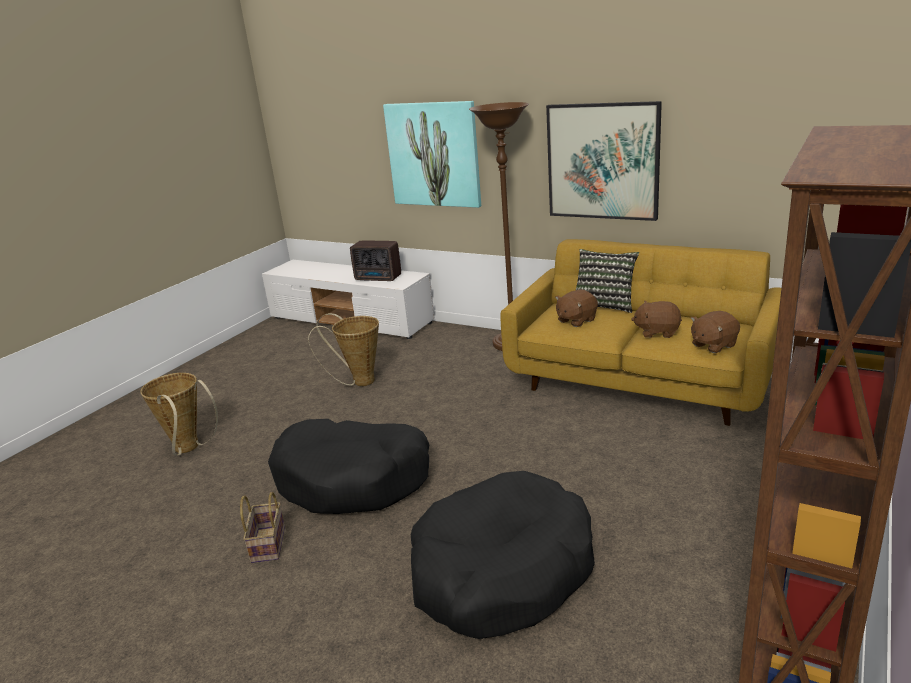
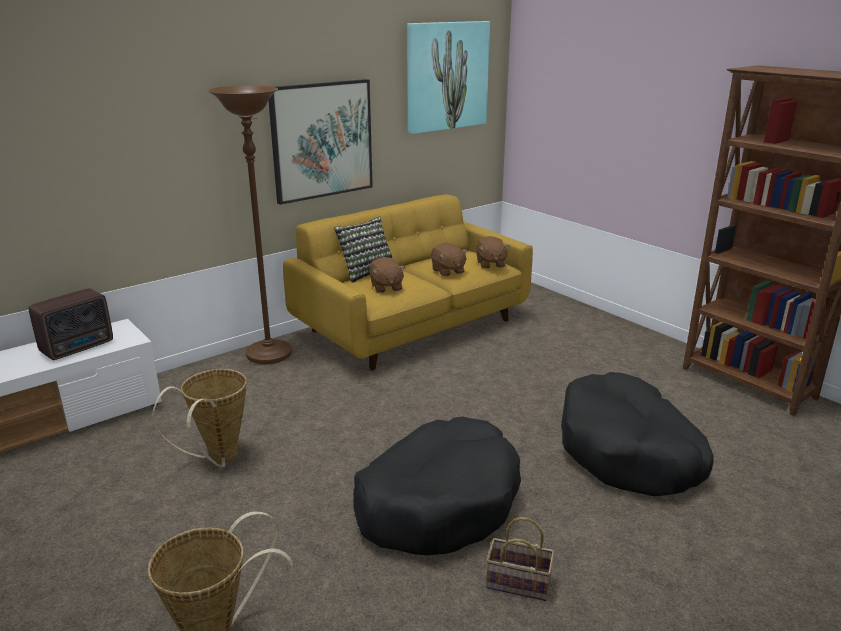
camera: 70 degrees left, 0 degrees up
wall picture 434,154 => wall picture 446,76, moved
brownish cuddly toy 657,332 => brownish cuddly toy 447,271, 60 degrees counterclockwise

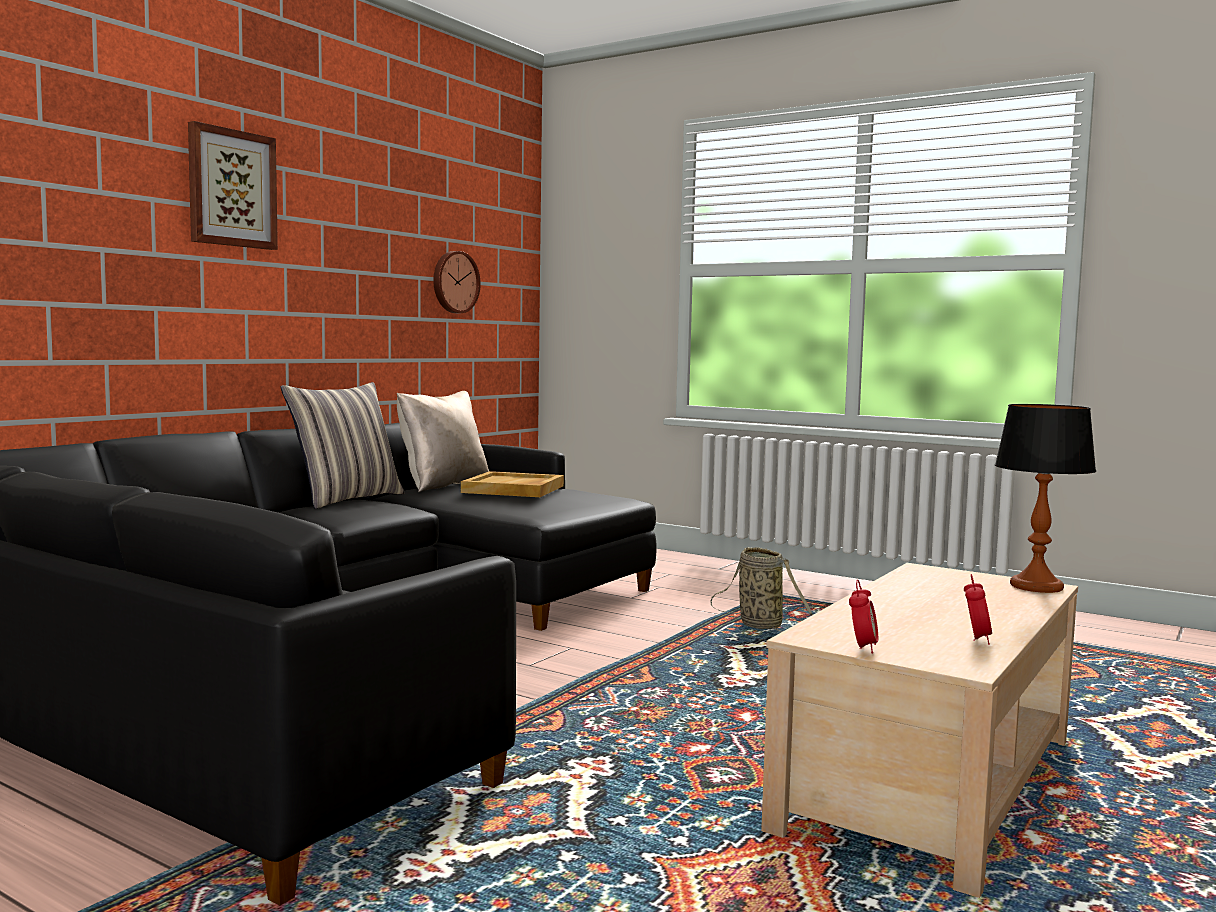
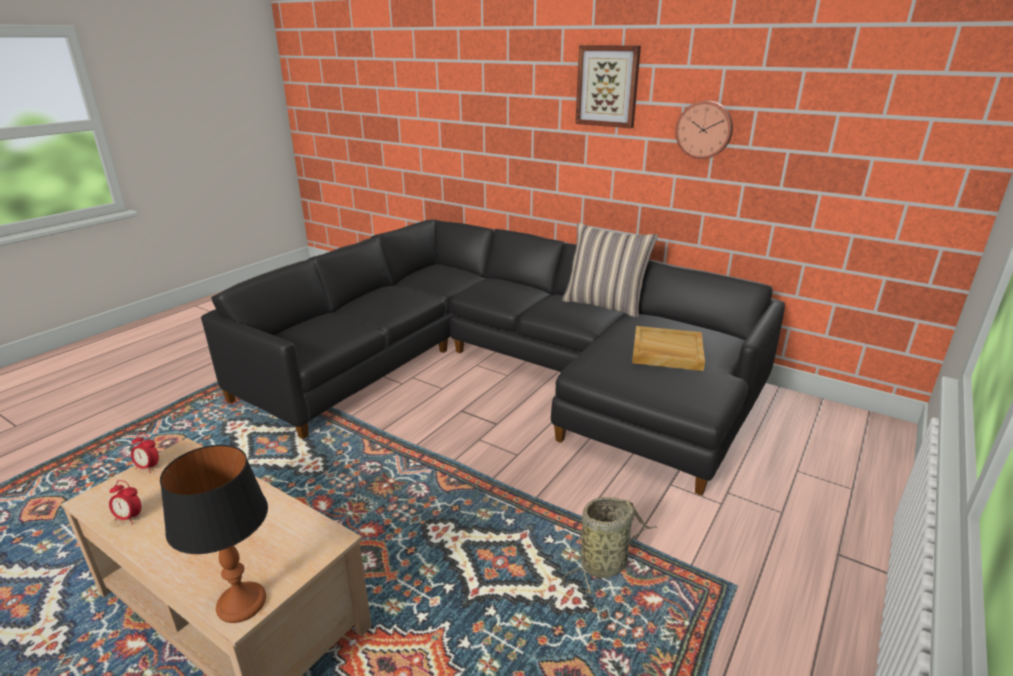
camera: 90 degrees right, 20 degrees up
beige-coloured pillow 442,485 => nothing
hanging clock 454,282 => hanging clock 704,129, moved

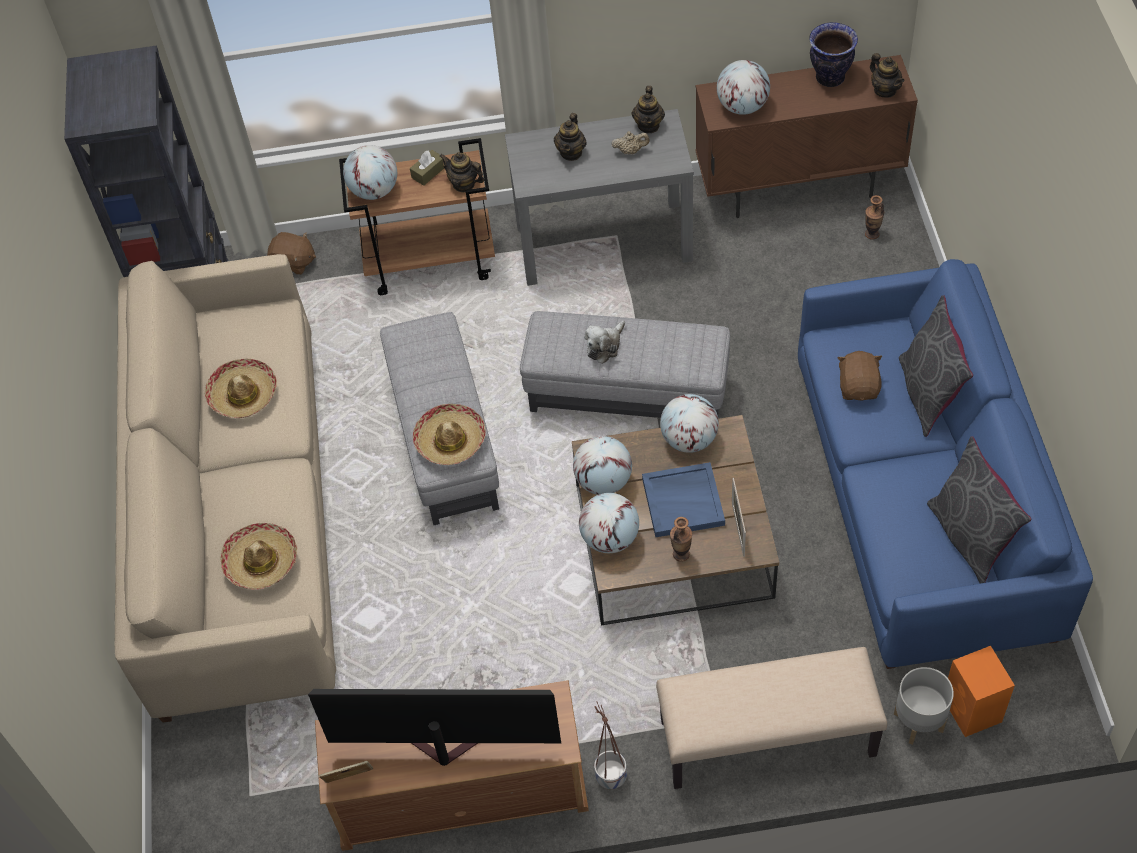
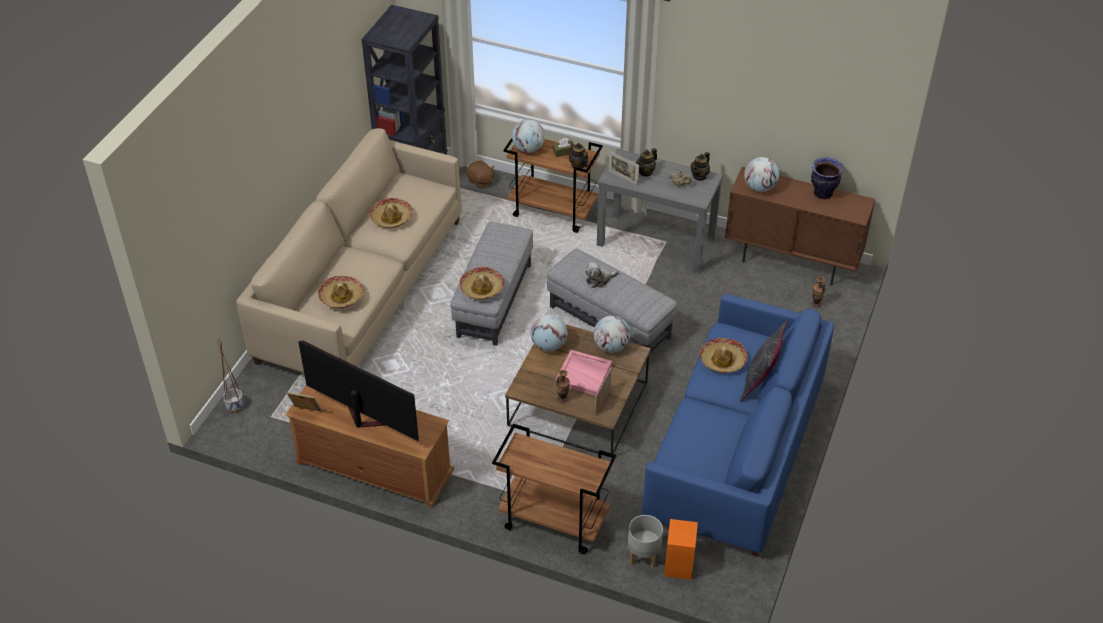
camera: 25 degrees right, 10 degrees down
globe 610,538 => nothing
planter 610,777 => planter 234,406, moved
bluish carrying tray 683,501 => pink carrying tray 584,374
beige-coloured long seat 767,739 => brownish cart 553,522
brownish cuddly toy 859,387 => hat 723,360
tea pot 885,90 => nothing
greyish pillow 970,537 => nothing
nothing => photo frame 623,178

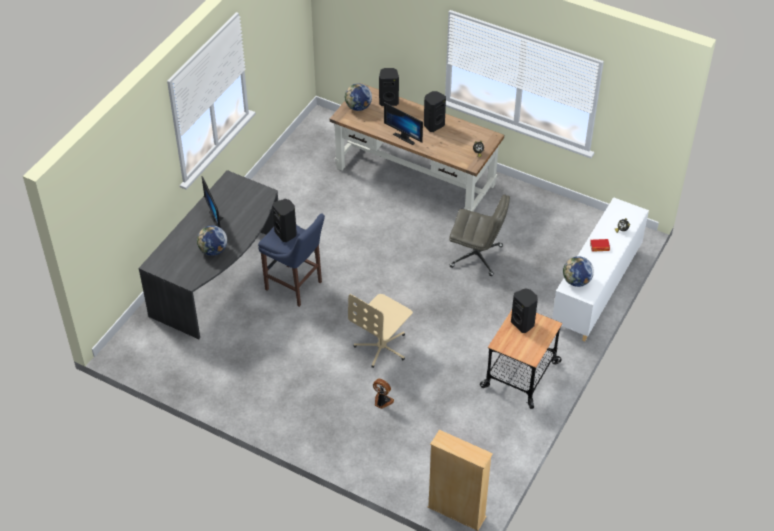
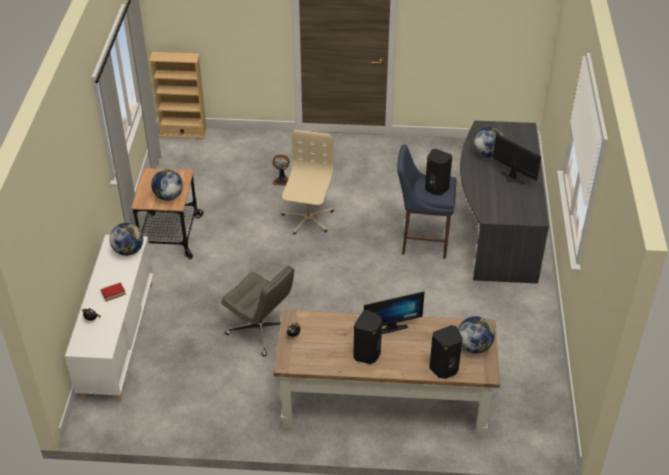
camera: 155 degrees right, 5 degrees down
computer display 405,137 => computer display 390,327, 150 degrees clockwise
greyish computer chair 477,256 => greyish computer chair 261,331, 135 degrees counterclockwise
black-coloured speaker 523,323 => globe 168,196

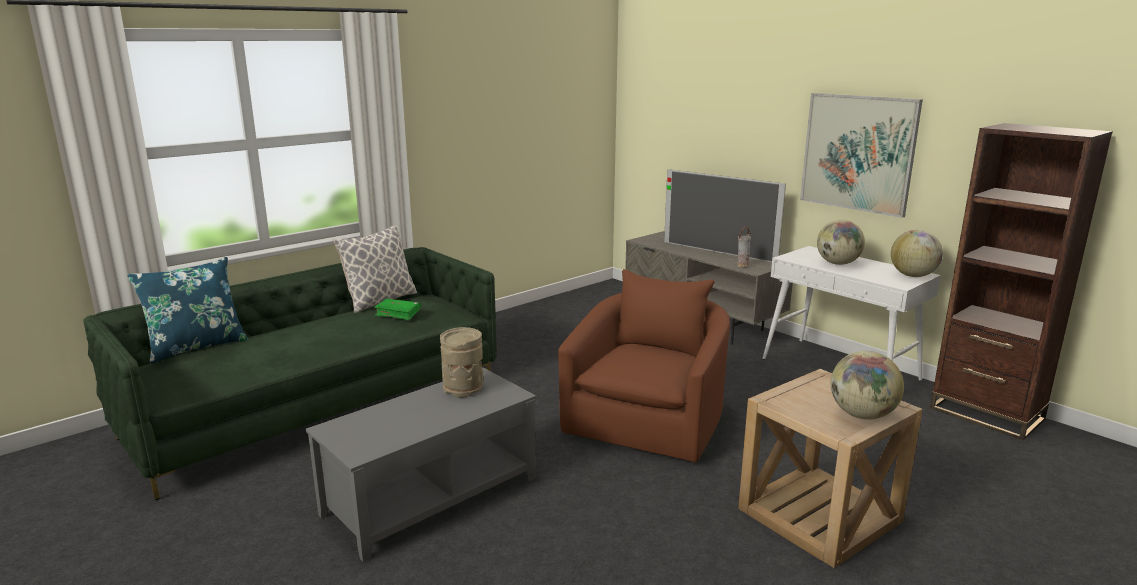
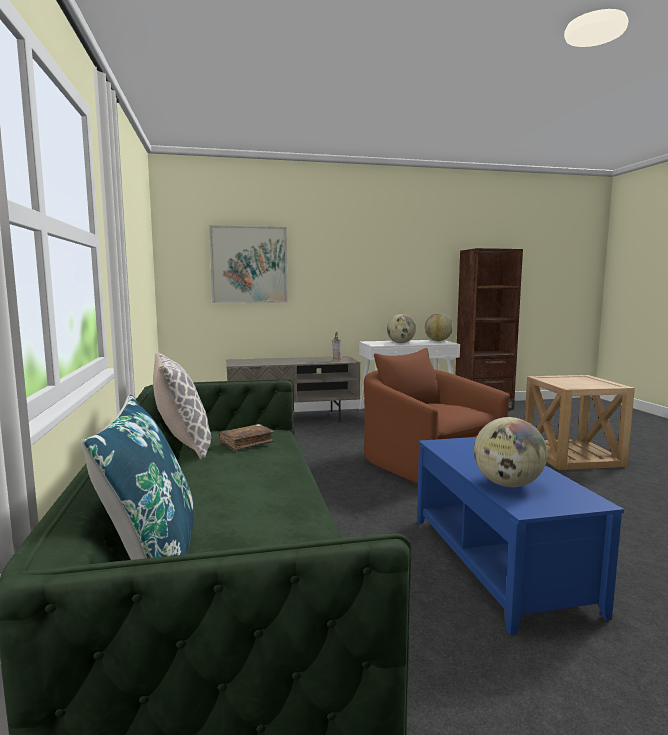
camera: 60 degrees left, 10 degrees down
greyish coffee table 431,496 => bluish coffee table 497,562
greenish book 398,314 => brownish book 246,443
beige-coloured decorative vase 464,388 => nothing
TV set 718,252 => nothing
wall picture 858,153 => wall picture 249,264, moved
globe 861,415 => globe 507,484, moved

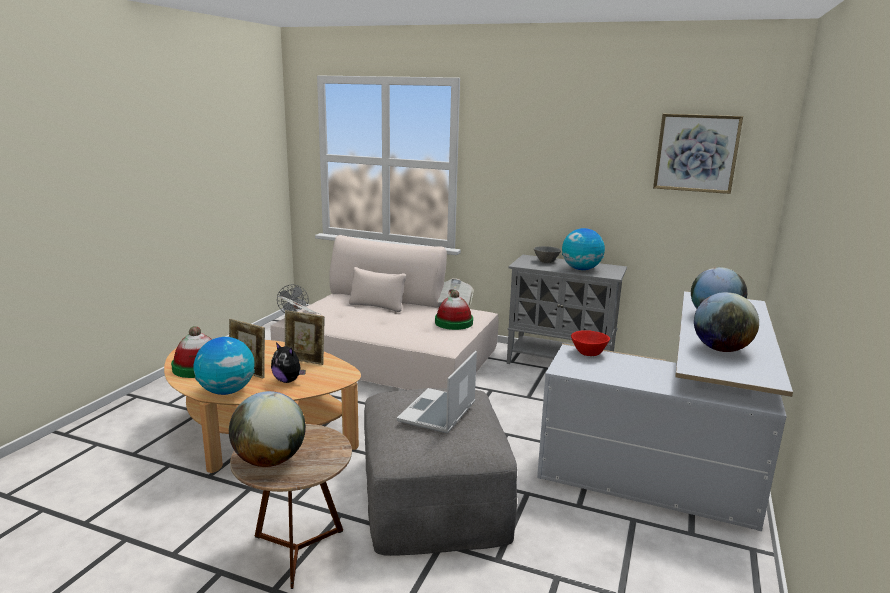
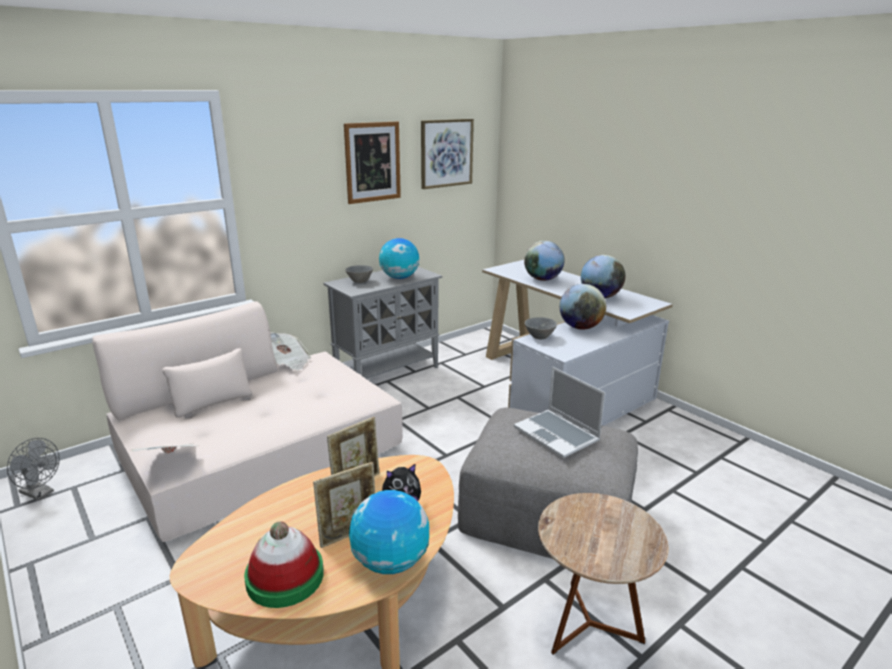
camera: 60 degrees left, 5 degrees up
globe 270,460 => globe 580,327, moved
hat 453,322 => nothing
reddish bowl 588,352 => greyish bowl 539,336
nothing => wall picture 372,162

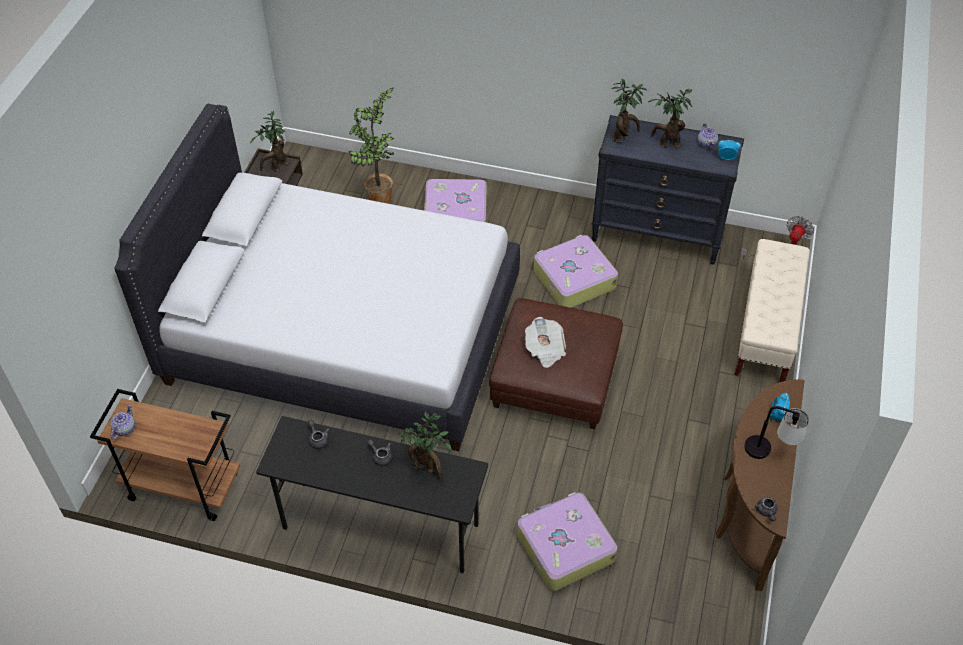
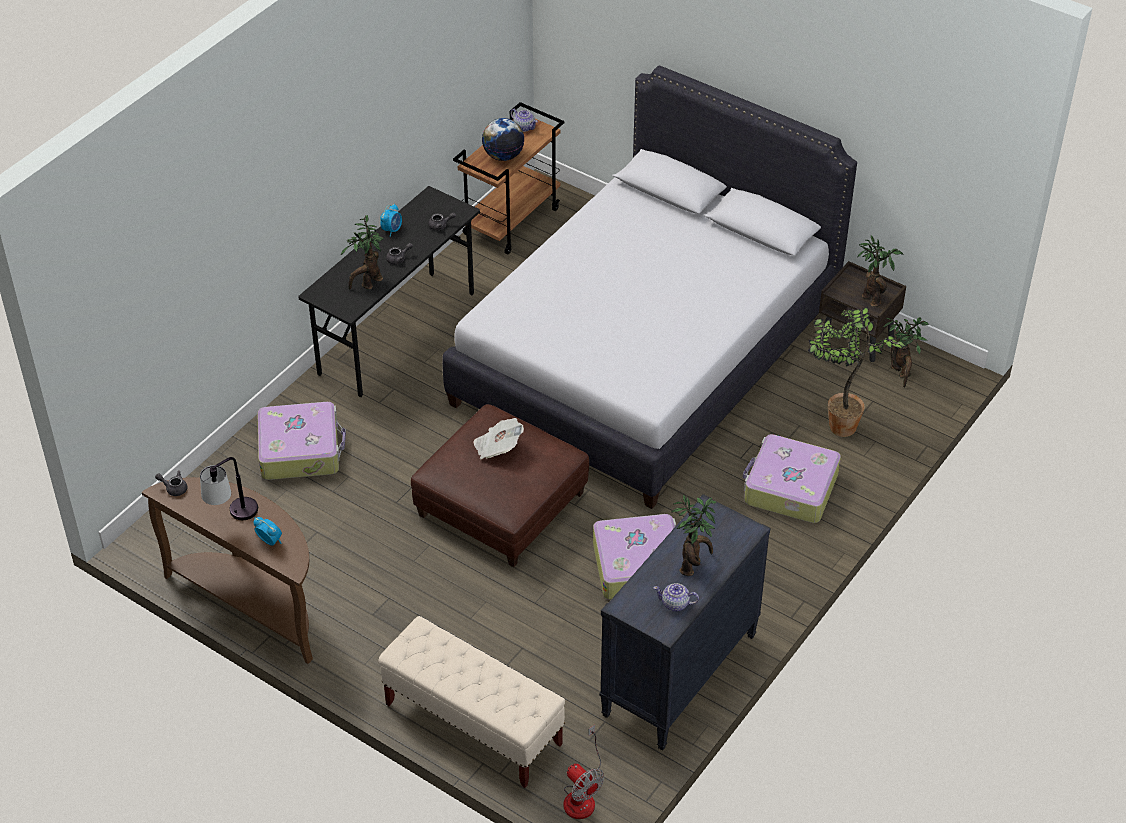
camera: 110 degrees right, 5 degrees down
plant in a pot 623,136 => plant in a pot 900,373, moved
table clock 726,158 => table clock 392,230, moved
nothing => globe 503,156

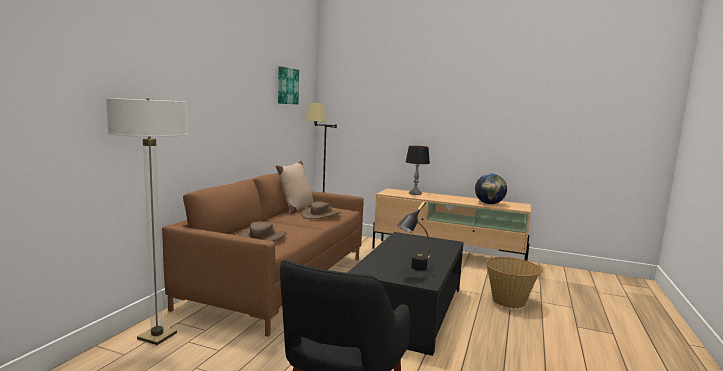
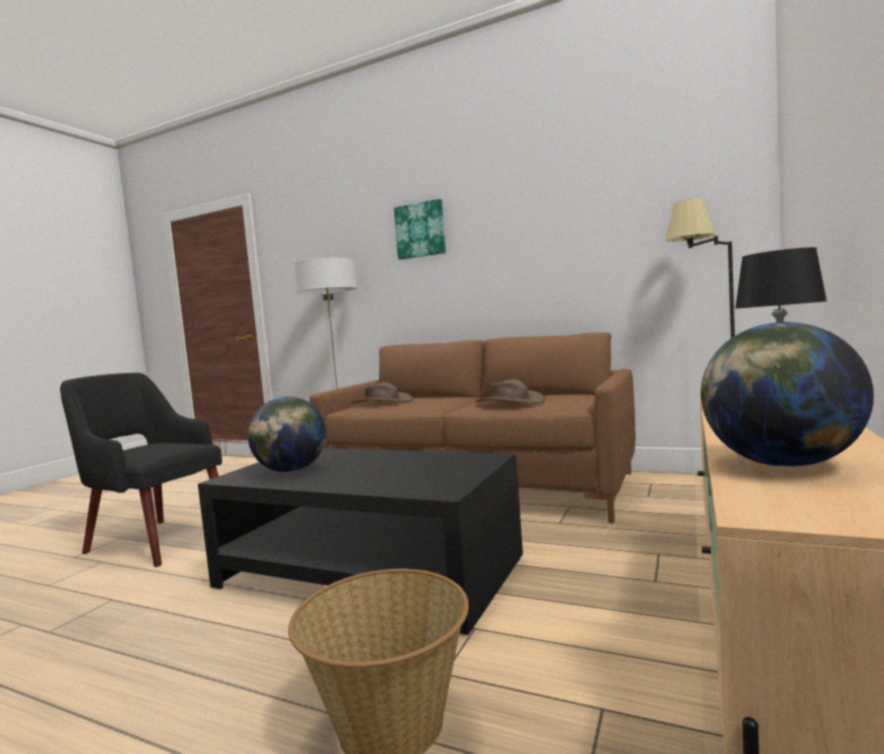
camera: 95 degrees right, 5 degrees down
beige-coloured pillow 296,209 => nothing
wall picture 287,86 => wall picture 420,230, moved
black-coloured table lamp 414,269 => globe 291,470

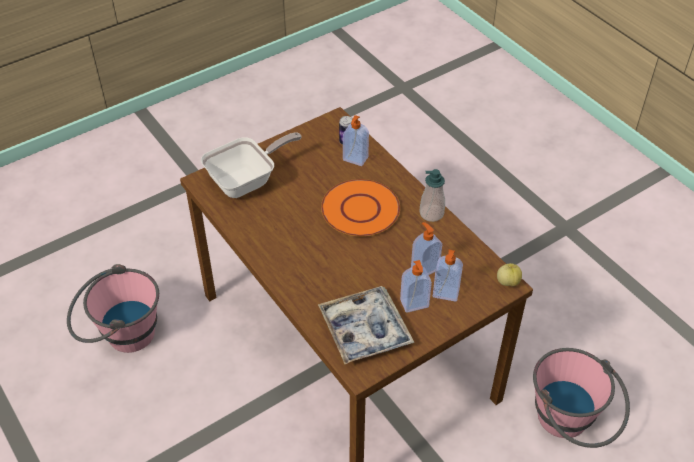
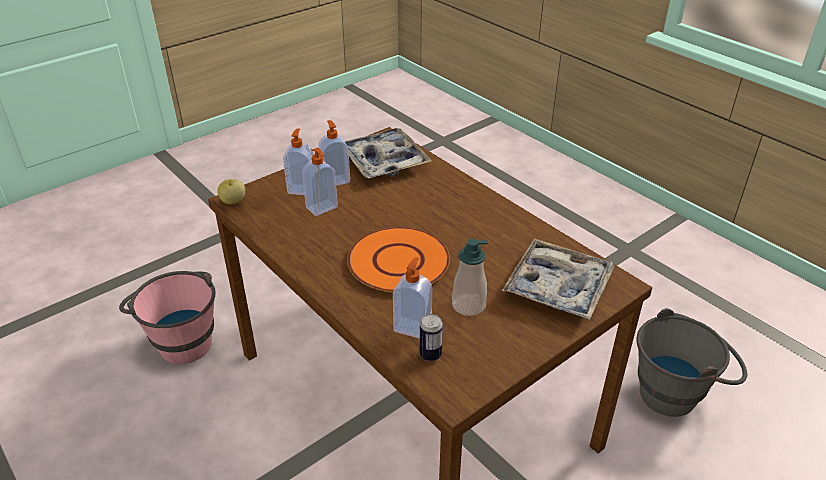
camera: 175 degrees right, 10 degrees down
pink water bucket 120,335 => greyish water bucket 678,392
pan 247,181 => carrying tray 558,287
liquid soap bottle 431,213 => liquid soap bottle 468,305, moved

